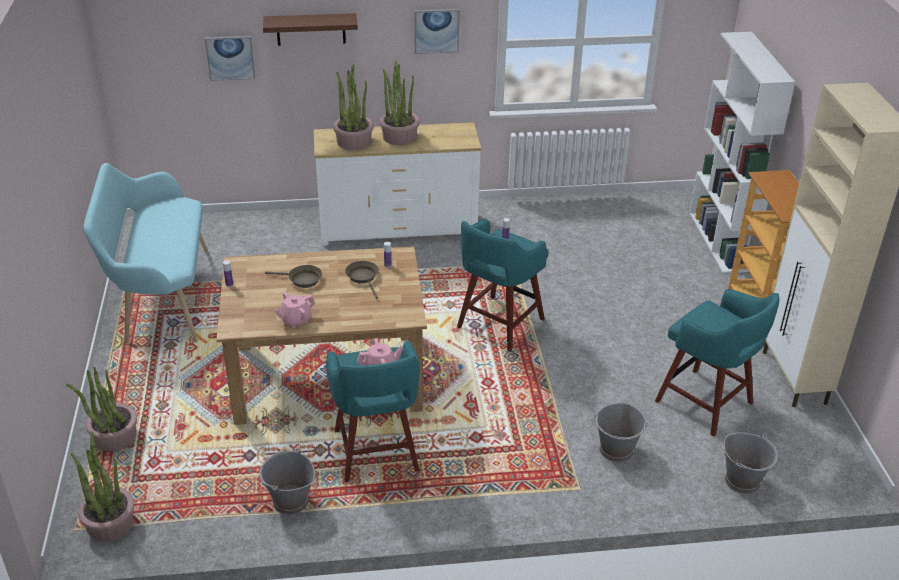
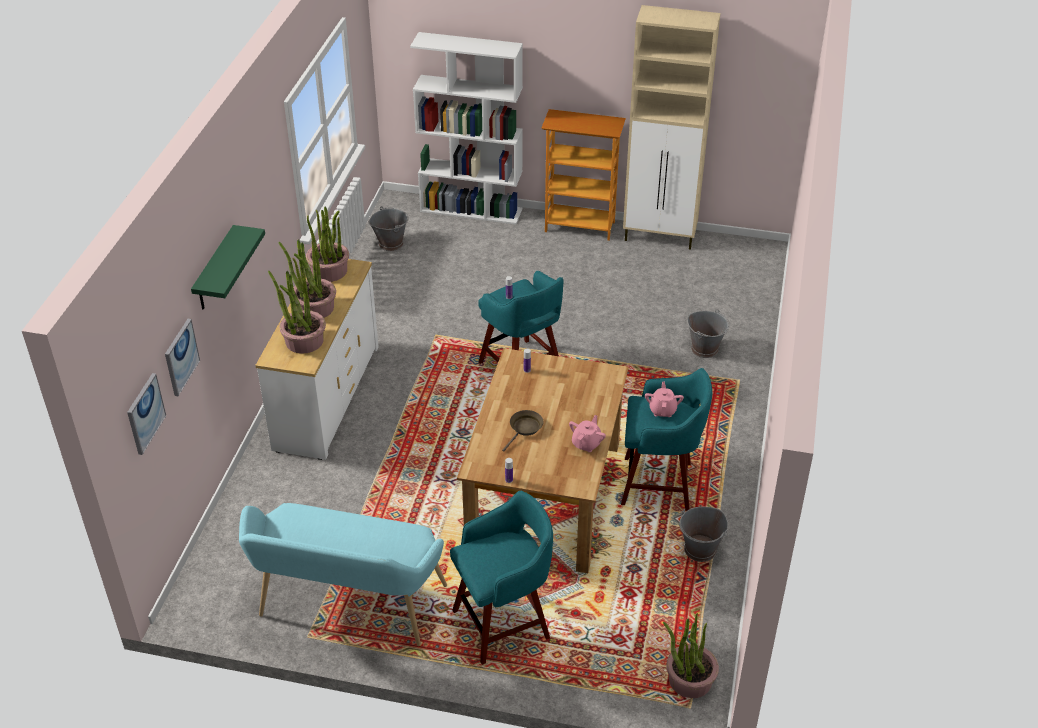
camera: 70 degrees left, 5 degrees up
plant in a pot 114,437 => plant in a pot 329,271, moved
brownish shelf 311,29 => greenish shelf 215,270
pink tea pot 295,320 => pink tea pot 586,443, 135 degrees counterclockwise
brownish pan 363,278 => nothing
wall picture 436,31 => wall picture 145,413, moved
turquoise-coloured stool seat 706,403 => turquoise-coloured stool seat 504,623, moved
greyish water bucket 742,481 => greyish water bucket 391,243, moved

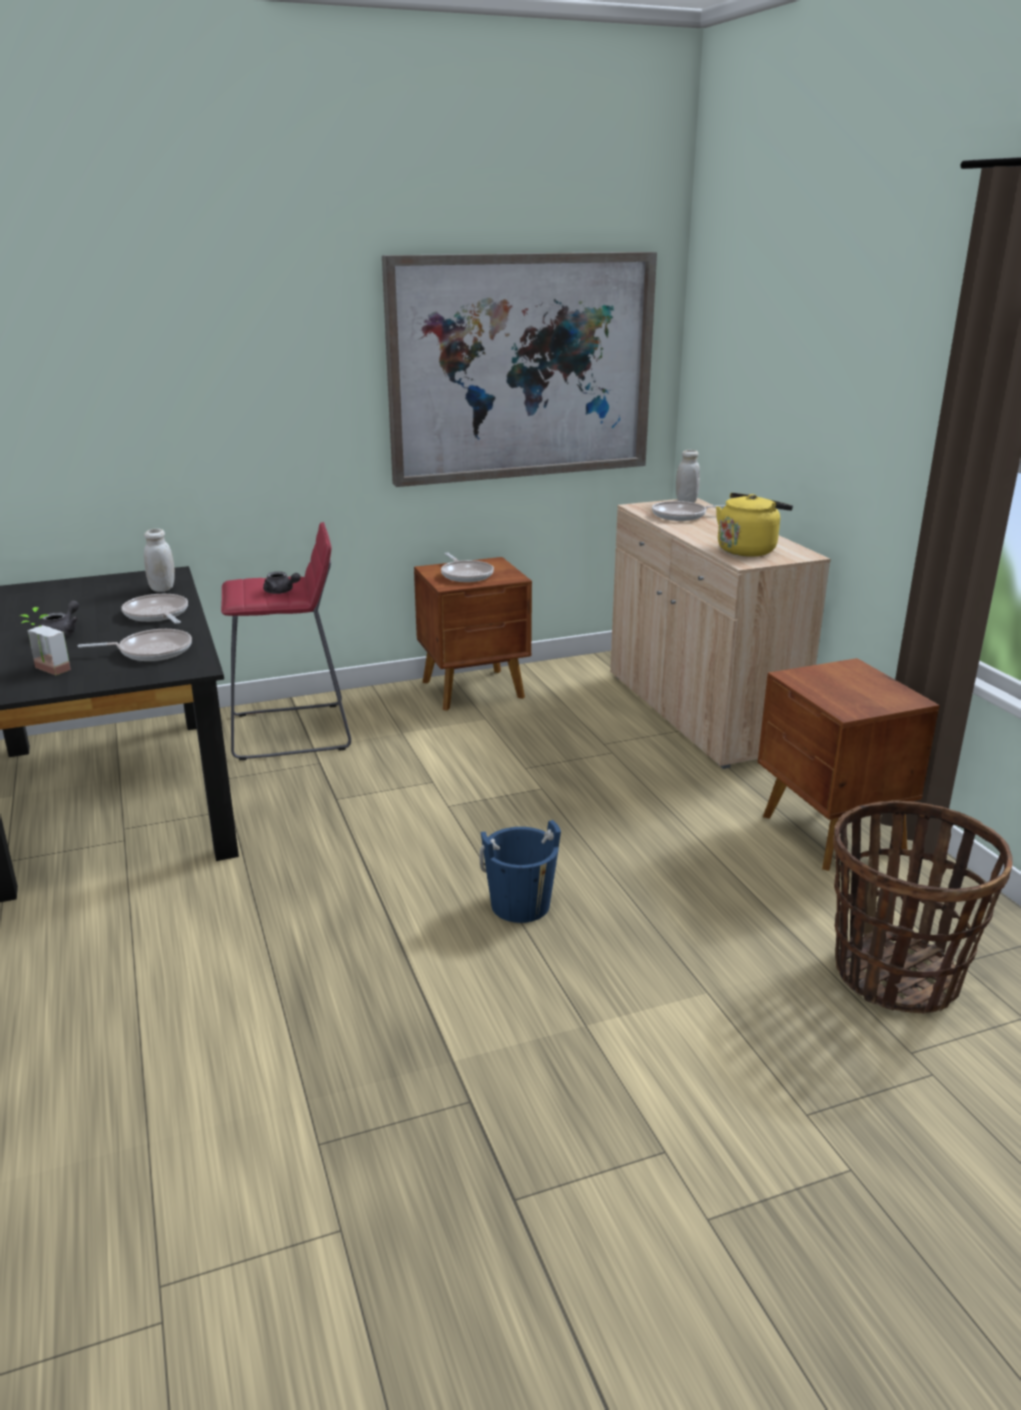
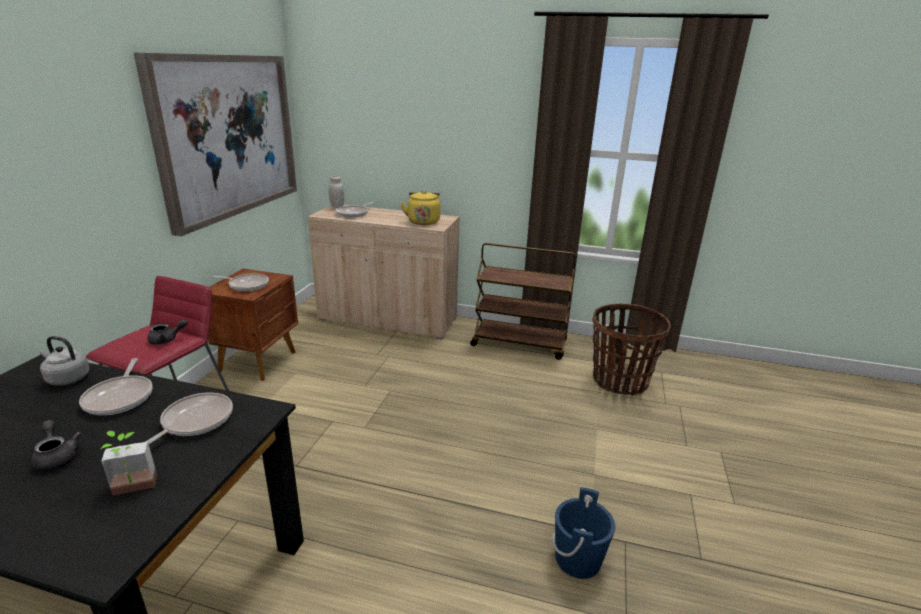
camera: 55 degrees left, 0 degrees up
pan 157,614 => pan 120,397, 105 degrees counterclockwise
white preserve jar 162,588 => greyish water kettle 67,378
bluish water bucket 520,905 => bluish water bucket 578,559, moved
brownish night table 831,834 => brownish cart 519,344

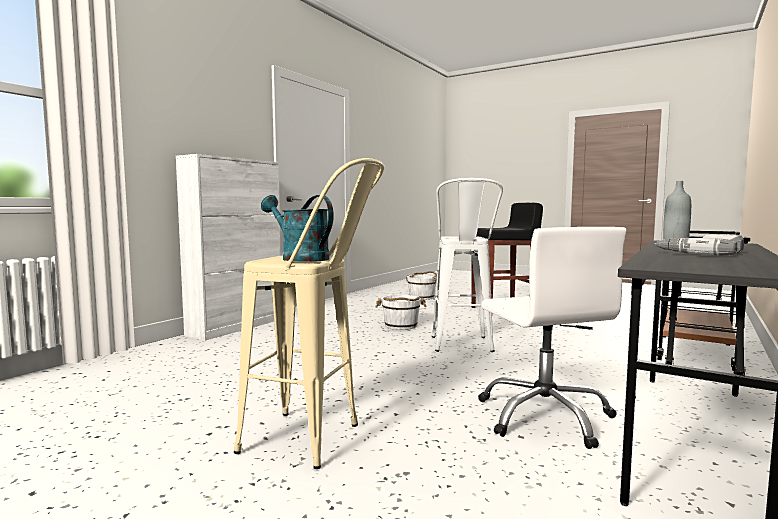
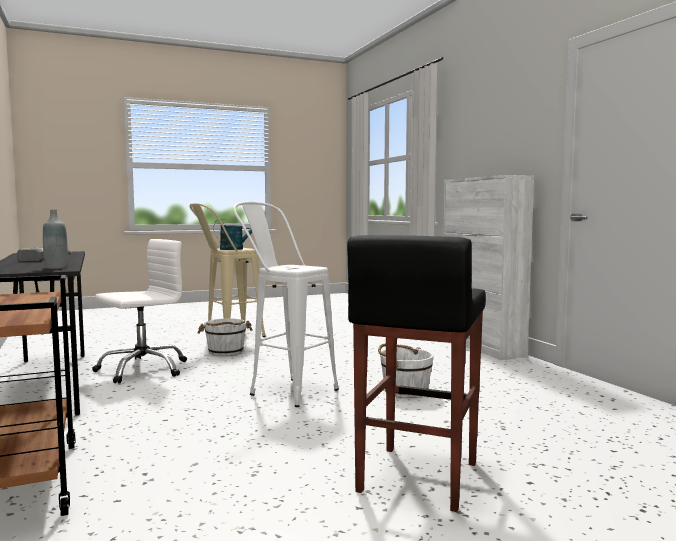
camera: 125 degrees right, 0 degrees up
white water bucket 422,297 => white water bucket 226,352, moved
white computer chair 545,416 => white computer chair 142,369, 120 degrees clockwise

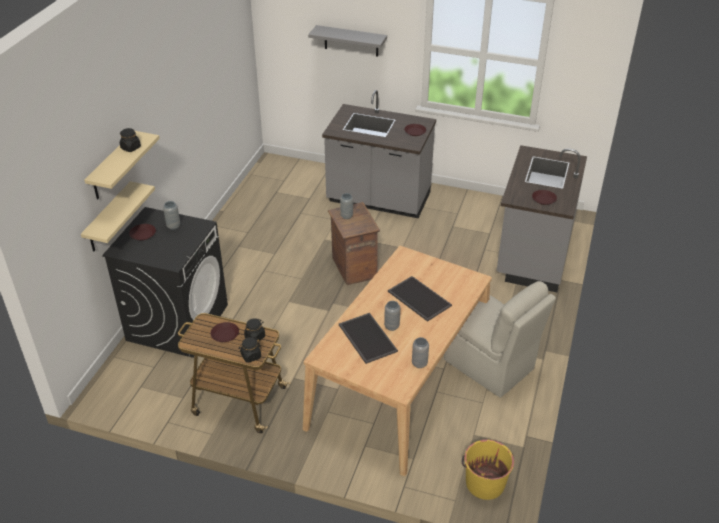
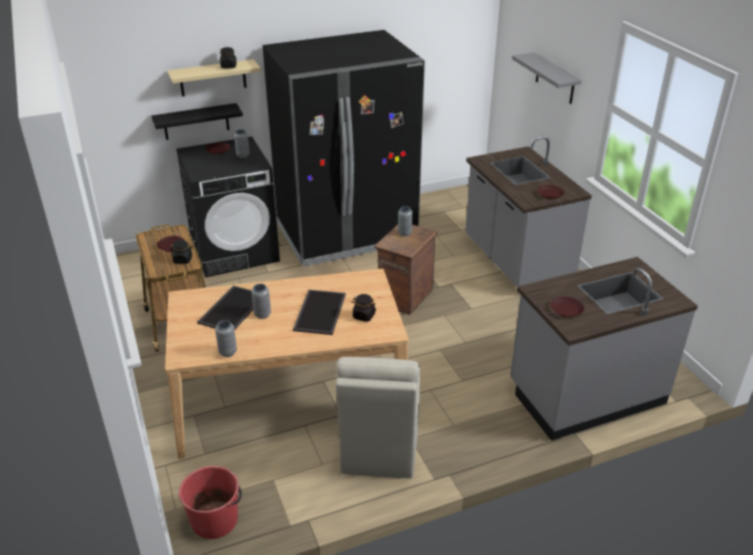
camera: 50 degrees right, 5 degrees down
beige-coloured shelf 109,218 => black-coloured shelf 196,121
black-coloured preserve jar 251,356 => black-coloured preserve jar 363,316, moved
yellow water bucket 484,483 => reddish water bucket 215,519
nothing => black-coloured fridge 346,234

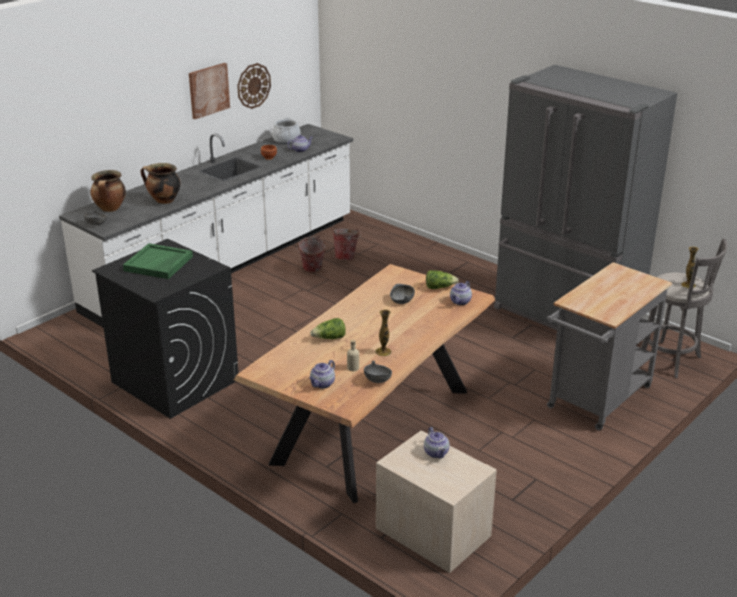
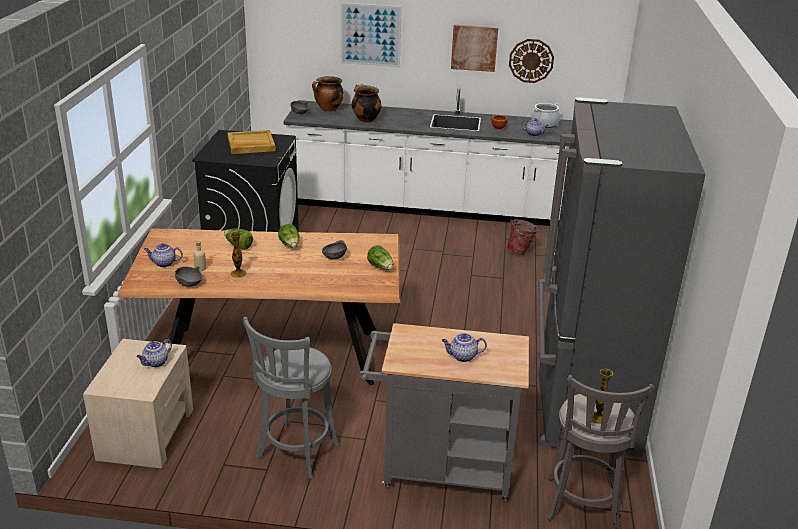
camera: 55 degrees right, 0 degrees up
greenish carrying tray 158,264 => beige-coloured carrying tray 250,144
water bucket 311,270 => nothing
tea pot 460,302 => tea pot 462,356, moved
nothing => greyish stool seat 295,453
nothing => lettuce head 290,245
nothing => wall picture 370,35

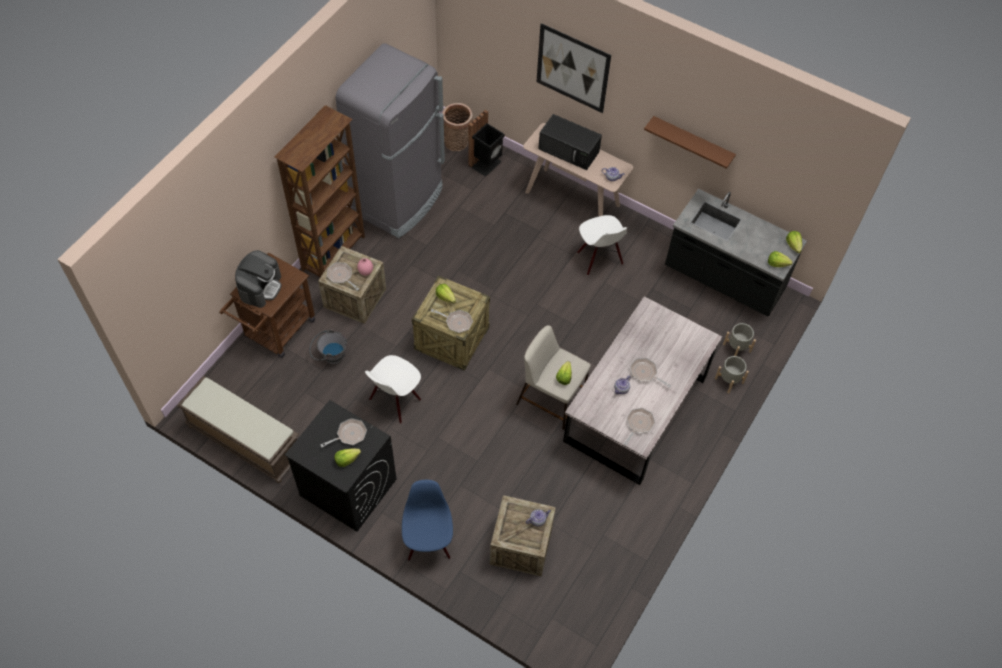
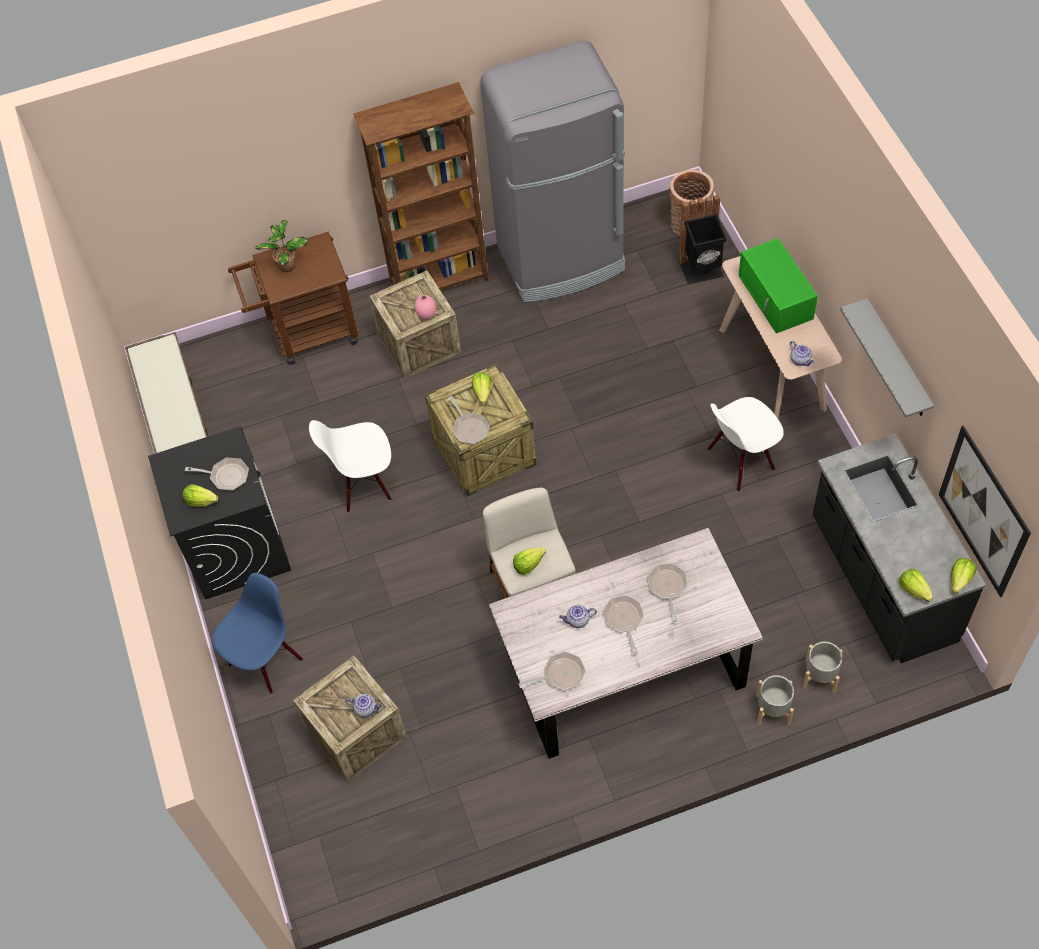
camera: 45 degrees right, 0 degrees up
coffee machine 260,287 => plant in a pot 287,265
greyish water bucket 329,356 => nothing
pan 341,276 => pan 667,587, moved
wall picture 572,68 => wall picture 983,512, moved
black-coloured microwave 569,150 => greenish microwave 776,298
white chair 599,258 => white chair 740,461, 45 degrees clockwise
brownish shelf 692,142 => greyish shelf 897,361

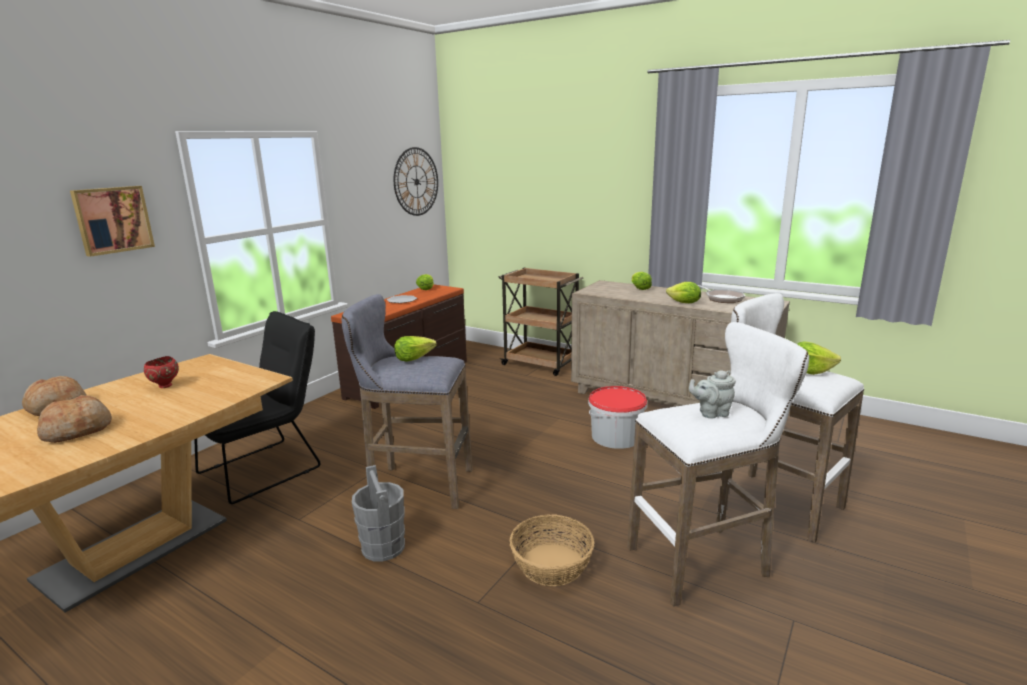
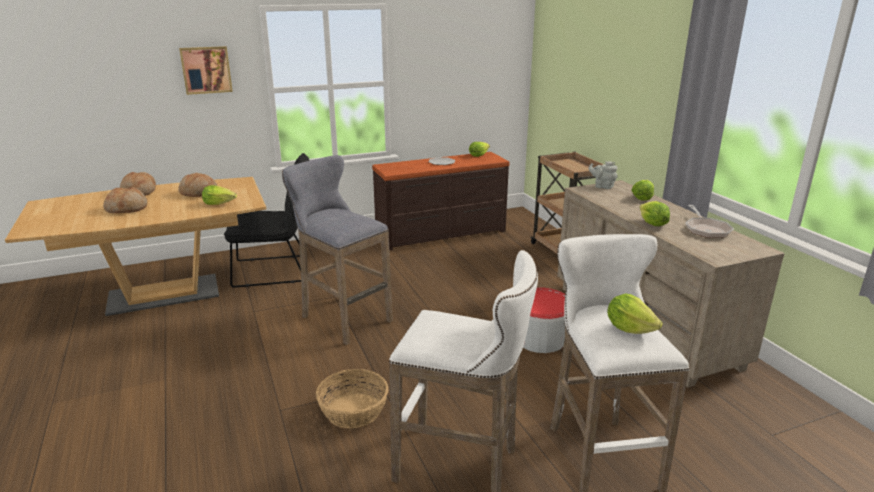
camera: 35 degrees right, 5 degrees up
reddish bowl 165,386 => bakery bread 198,193
greyish water bucket 383,547 => nothing
hanging clock 416,181 => nothing
lettuce head 414,358 => lettuce head 219,203, moved
greyish tea pot 711,413 => greyish tea pot 602,186, moved

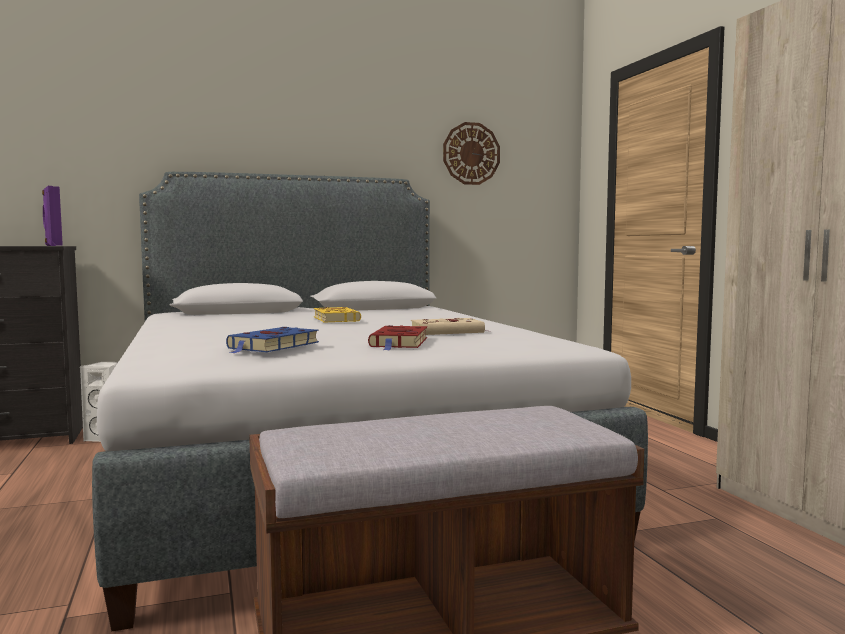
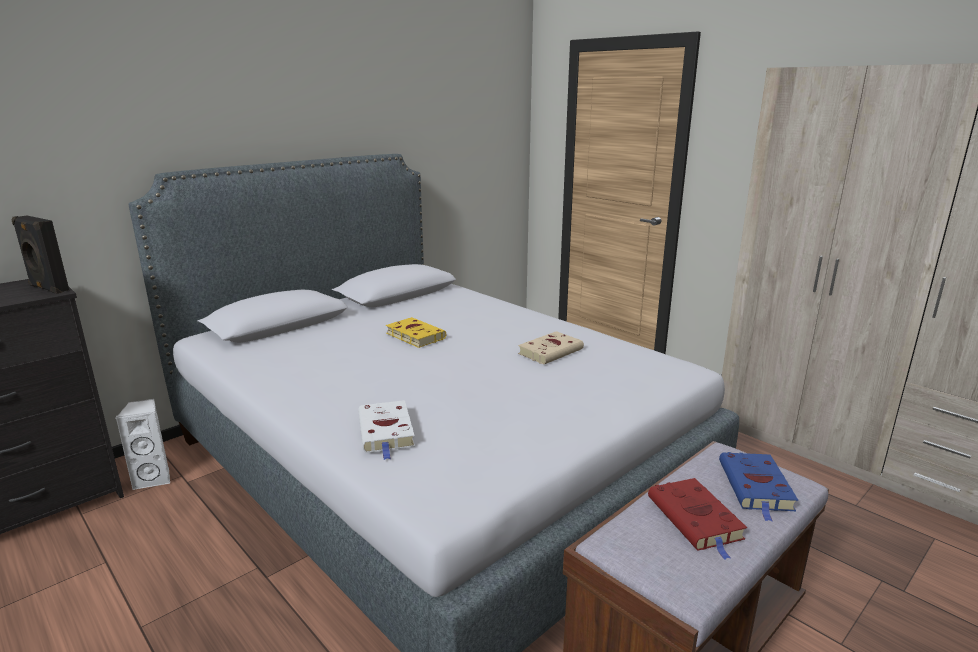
camera: 25 degrees left, 15 degrees up
purple speaker 52,245 => black-coloured speaker 48,288
bluish book 272,346 => bluish book 756,488, moved
reddish book 399,343 => reddish book 696,520, moved
hanging clock 471,153 => nothing
nothing => white book 386,432

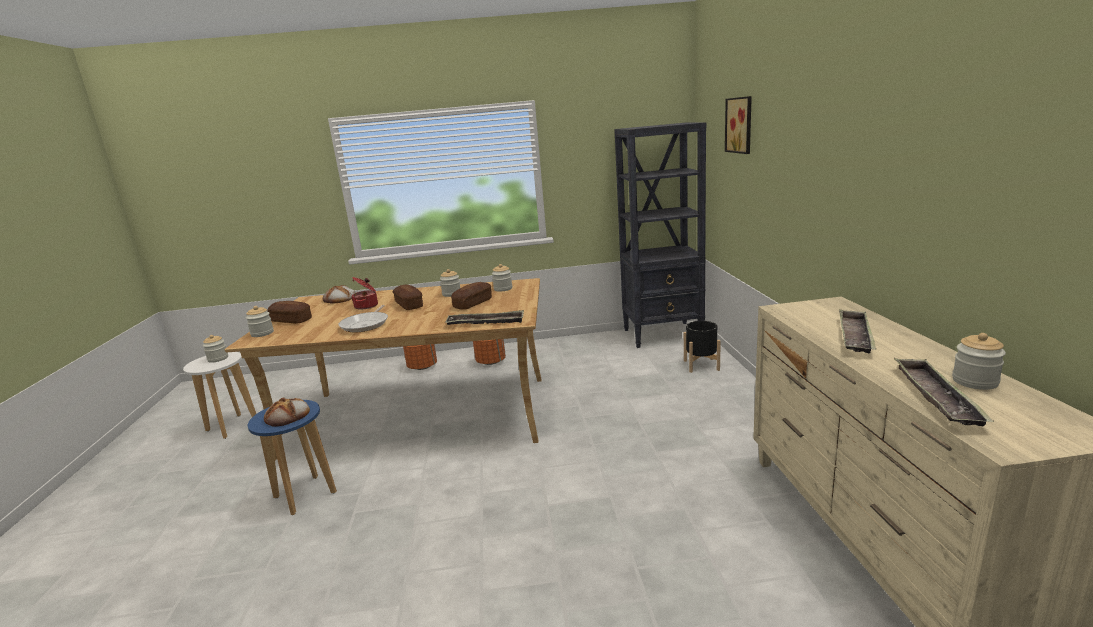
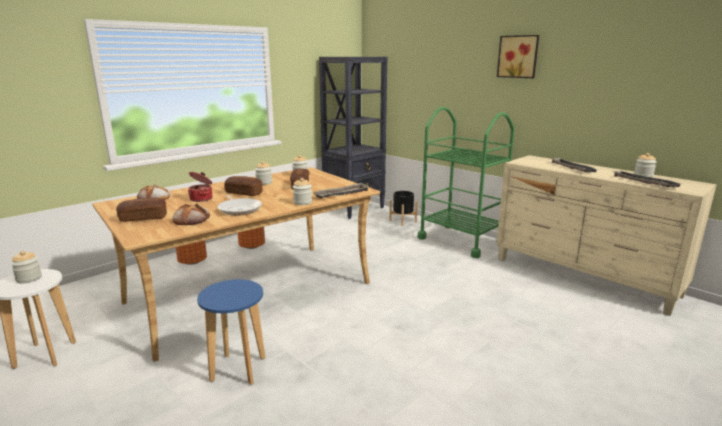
camera: 40 degrees left, 0 degrees up
preserve jar 262,333 => preserve jar 302,202, moved
bakery bread 288,416 => bakery bread 191,219, moved
wall picture 741,125 => wall picture 518,56, moved
nothing => greenish cart 460,240

